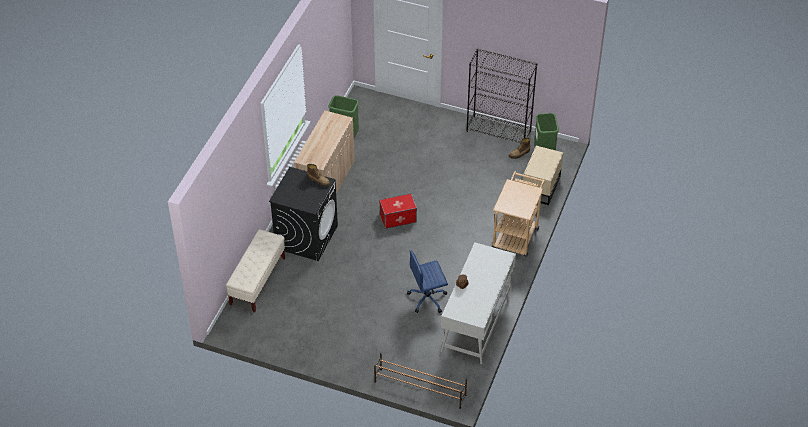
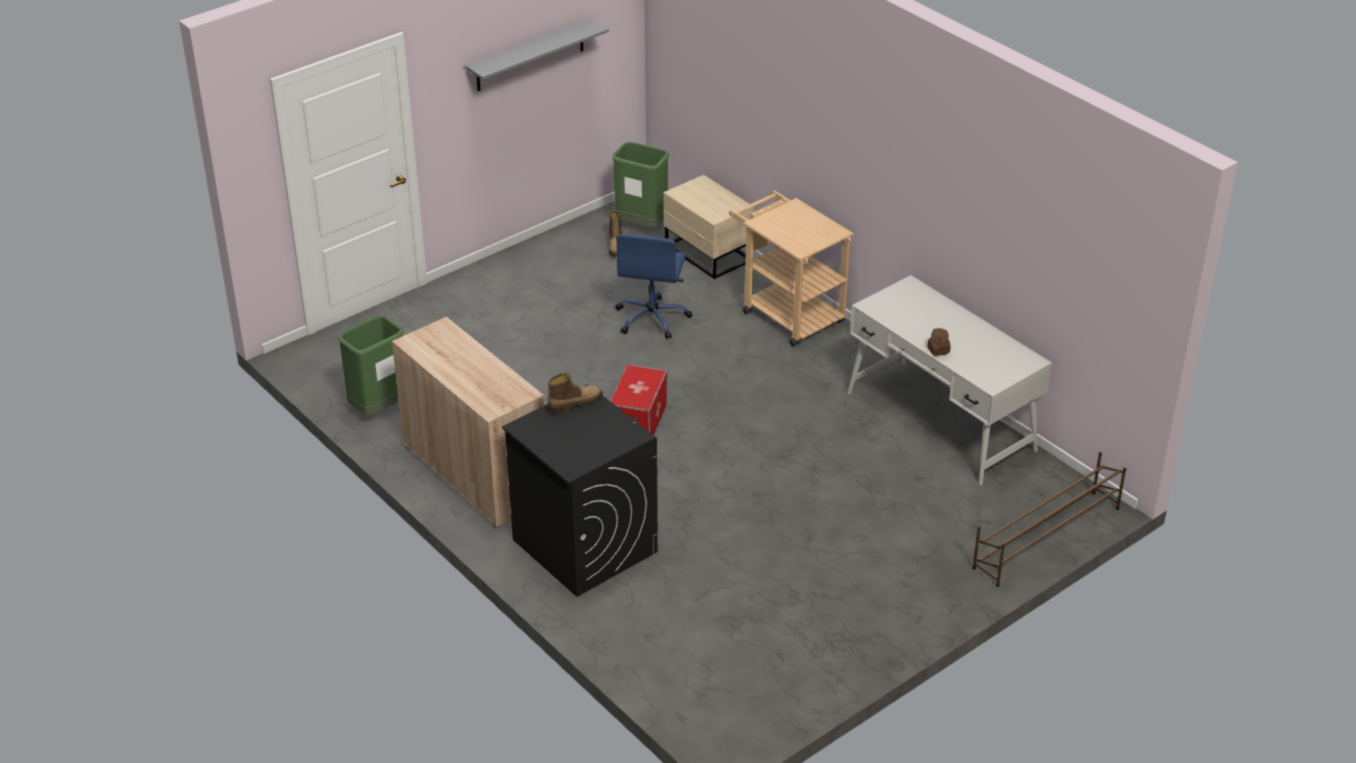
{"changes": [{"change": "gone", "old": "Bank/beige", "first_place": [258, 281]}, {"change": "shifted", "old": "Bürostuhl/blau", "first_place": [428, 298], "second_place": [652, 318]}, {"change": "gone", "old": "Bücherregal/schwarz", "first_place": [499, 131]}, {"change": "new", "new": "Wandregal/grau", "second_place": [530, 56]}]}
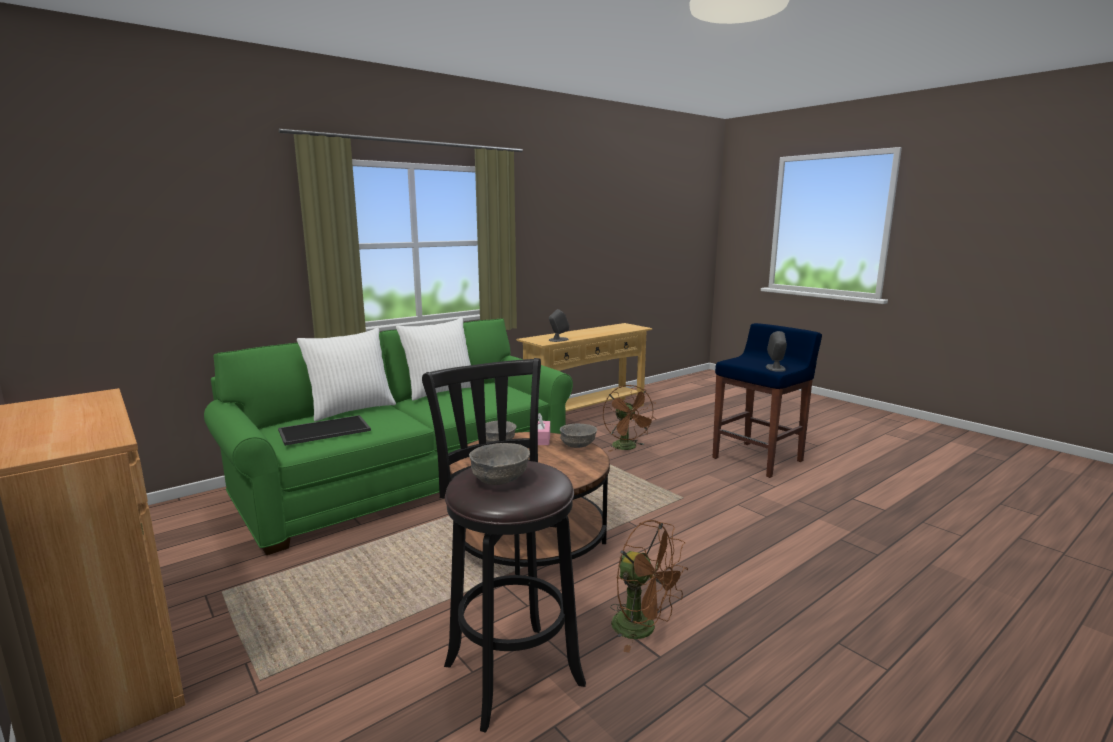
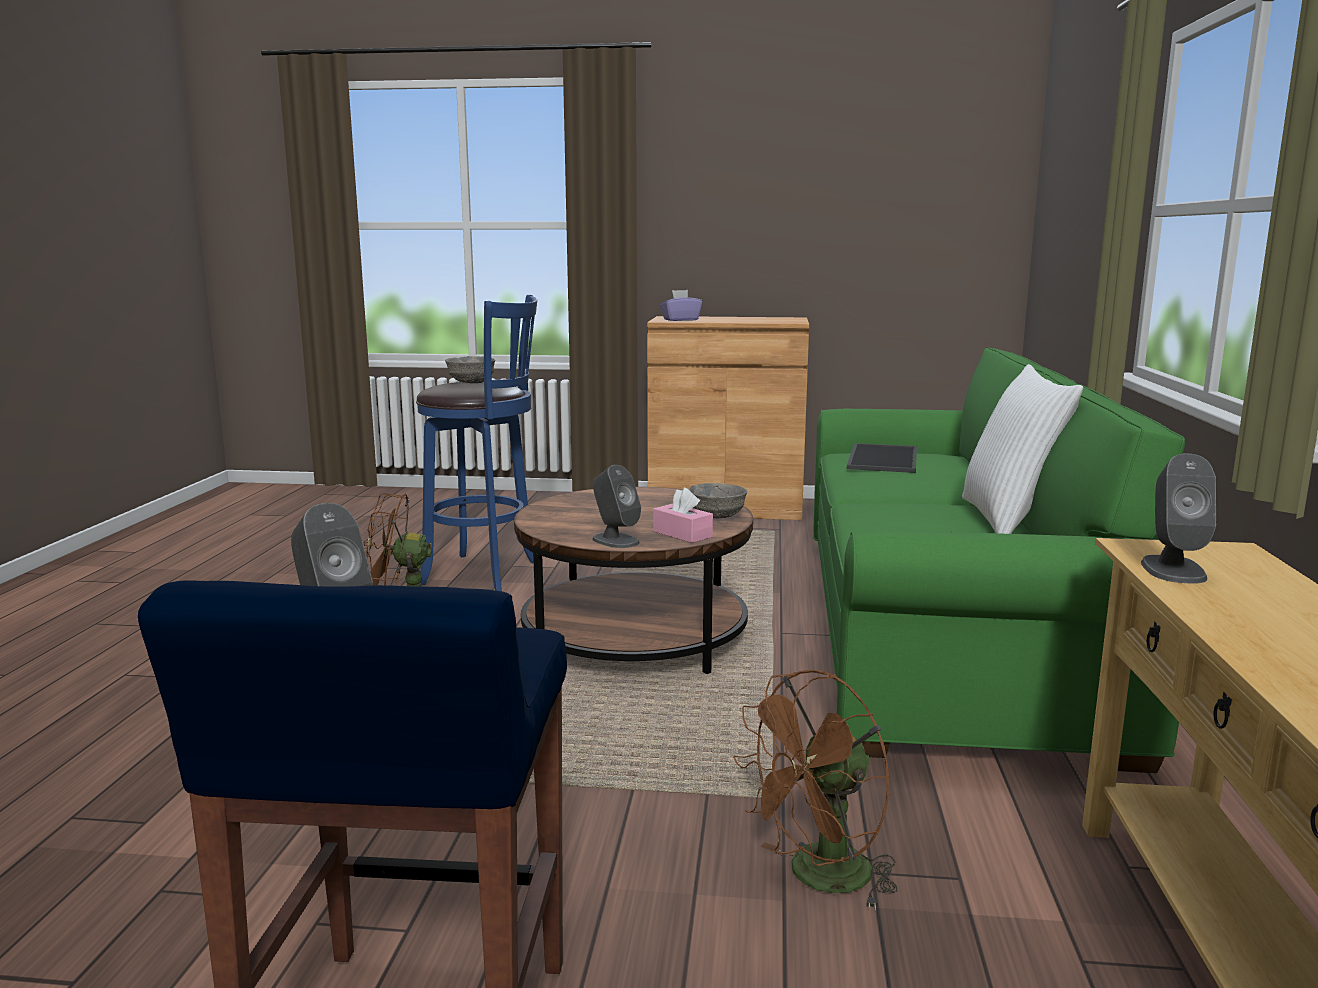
{"changes": [{"change": "gone", "old": "Kissen/weiß", "first_place": [351, 409]}, {"change": "repainted", "old": "Hocker/schwarz", "new": "Hocker/blau", "first_place": [510, 669], "second_place": [486, 573]}, {"change": "swapped", "old": "Schüssel/grau", "new": "Lautsprecher/grau", "first_place": [577, 446], "second_place": [615, 540]}, {"change": "rotated", "old": "Ventilator/braun", "first_place": [627, 448], "second_place": [818, 879], "degrees": -60}, {"change": "new", "new": "Taschentuchbox/lila", "second_place": [680, 320]}]}
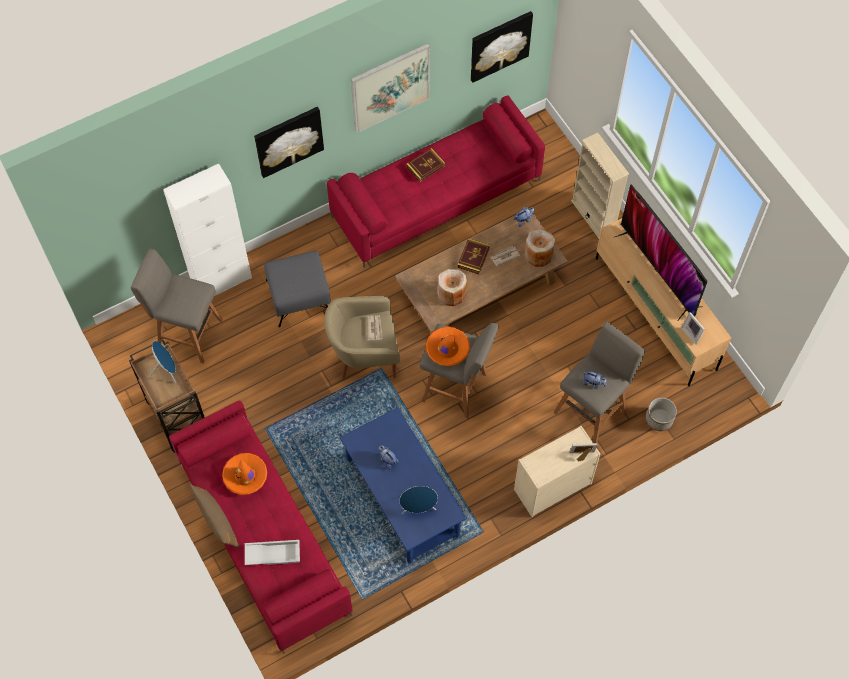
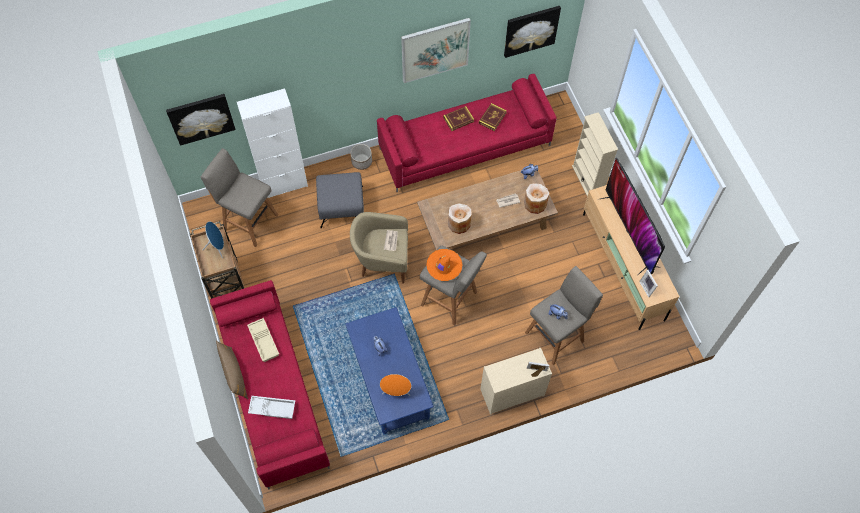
{"changes": [{"change": "swapped", "old": "Hut/orange", "new": "Tablett/beige", "first_place": [245, 476], "second_place": [264, 341]}, {"change": "shifted", "old": "Bild", "first_place": [288, 141], "second_place": [201, 118]}, {"change": "repainted", "old": "Lautsprecher/blau", "new": "Lautsprecher/orange", "first_place": [418, 508], "second_place": [396, 391]}, {"change": "shifted", "old": "Buch", "first_place": [473, 257], "second_place": [492, 118]}, {"change": "shifted", "old": "Pflanzkübel", "first_place": [659, 419], "second_place": [362, 161]}]}
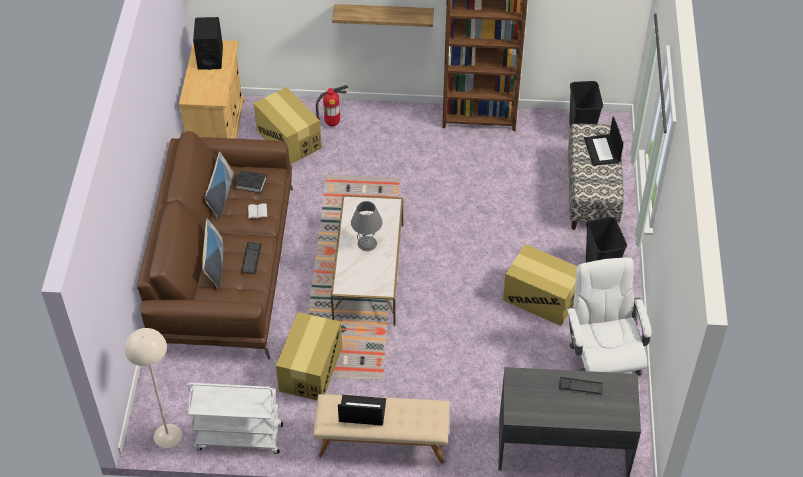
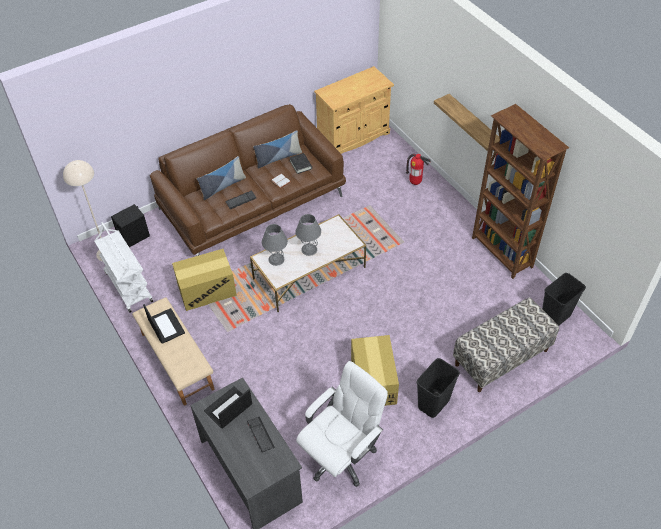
{"changes": [{"change": "shifted", "old": "Lautsprecher/schwarz", "first_place": [210, 58], "second_place": [134, 237]}, {"change": "gone", "old": "Karton", "first_place": [289, 139]}, {"change": "shifted", "old": "Laptop", "first_place": [602, 150], "second_place": [228, 408]}, {"change": "new", "new": "Tischlampe/grau", "second_place": [276, 259]}]}
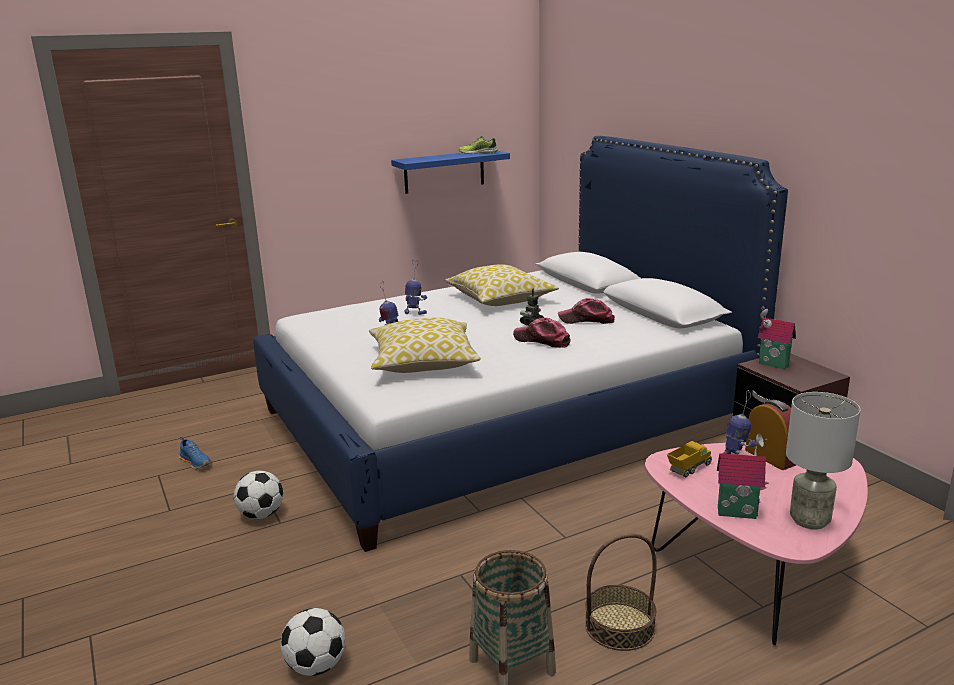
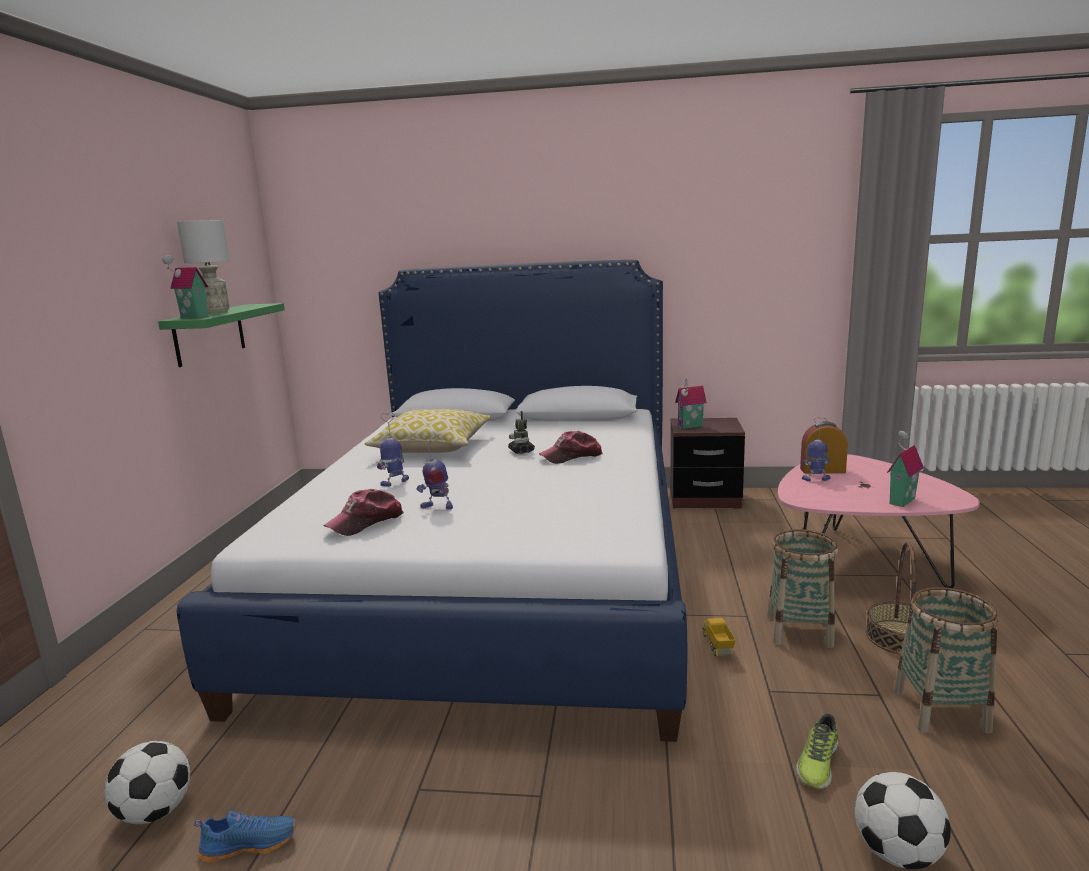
{"changes": [{"change": "shifted", "old": "Fußball", "first_place": [261, 515], "second_place": [155, 812]}, {"change": "gone", "old": "Kissen", "first_place": [422, 362]}, {"change": "repainted", "old": "Wandregal/blau", "new": "Wandregal/grün", "first_place": [444, 171], "second_place": [209, 334]}, {"change": "shifted", "old": "Schuh", "first_place": [478, 153], "second_place": [817, 762]}, {"change": "shifted", "old": "Kappe", "first_place": [586, 320], "second_place": [366, 522]}, {"change": "shifted", "old": "Spielzeuglaster", "first_place": [689, 469], "second_place": [717, 646]}, {"change": "shifted", "old": "Tischlampe/grau", "first_place": [808, 520], "second_place": [215, 312]}, {"change": "new", "new": "Spielzeughaus", "second_place": [192, 317]}, {"change": "new", "new": "Korb", "second_place": [799, 631]}]}
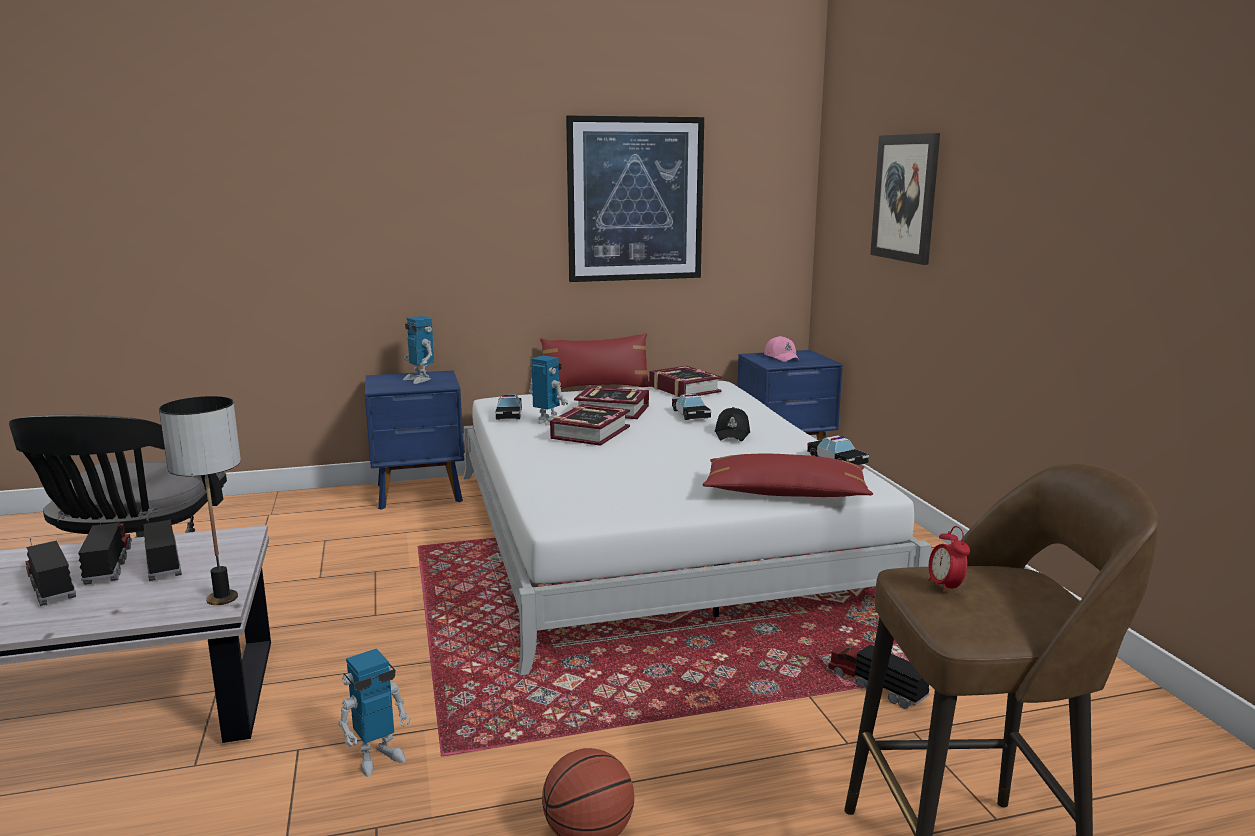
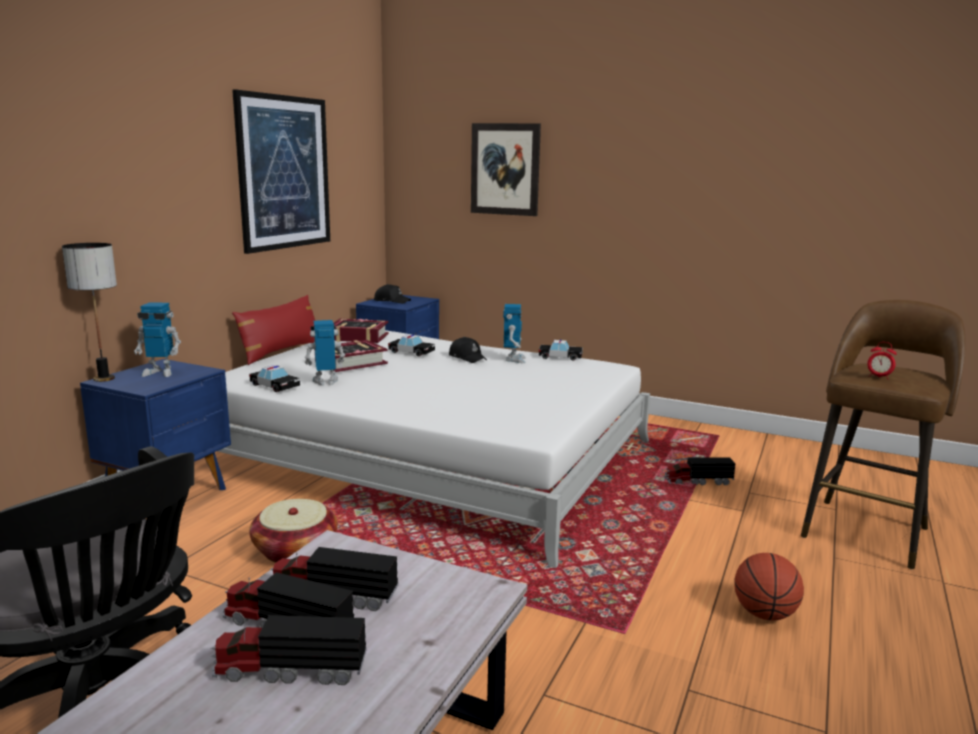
{"changes": [{"change": "shifted", "old": "Tischlampe", "first_place": [223, 598], "second_place": [104, 378]}, {"change": "shifted", "old": "Spielzeugroboter", "first_place": [378, 757], "second_place": [514, 360]}, {"change": "gone", "old": "Buch", "first_place": [590, 433]}, {"change": "gone", "old": "Kissen/rot", "first_place": [785, 493]}, {"change": "repainted", "old": "Kappe/rosa", "new": "Kappe/schwarz", "first_place": [782, 357], "second_place": [392, 301]}, {"change": "new", "new": "Korb", "second_place": [295, 550]}]}
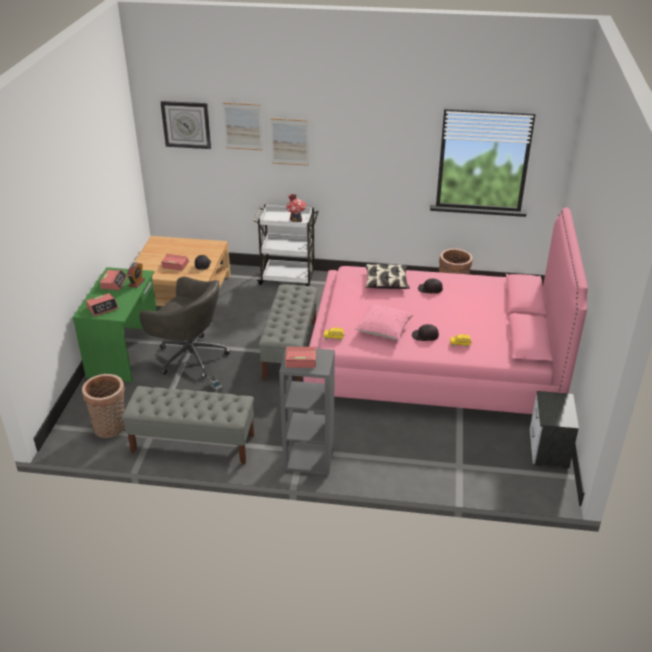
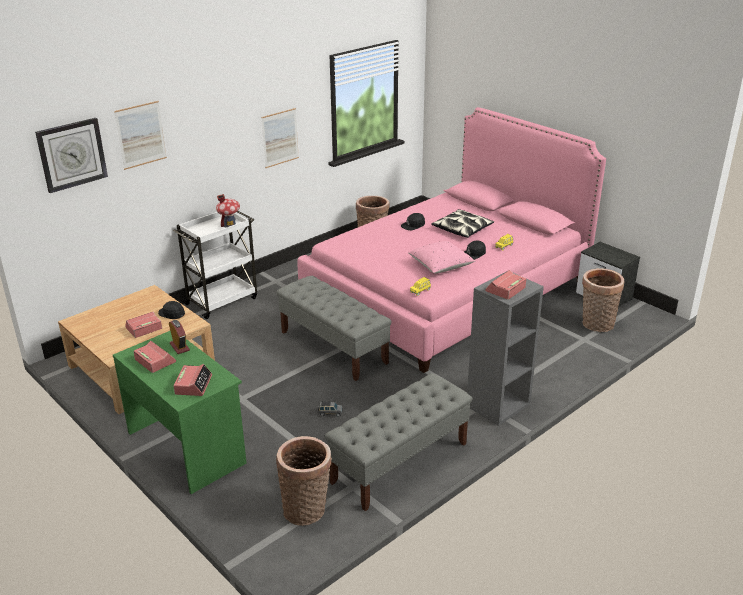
{"changes": [{"change": "gone", "old": "Bürostuhl/grau", "first_place": [189, 356]}, {"change": "shifted", "old": "Bild", "first_place": [289, 142], "second_place": [280, 138]}, {"change": "shifted", "old": "Kissen", "first_place": [386, 282], "second_place": [462, 229]}, {"change": "new", "new": "Korb", "second_place": [596, 325]}]}
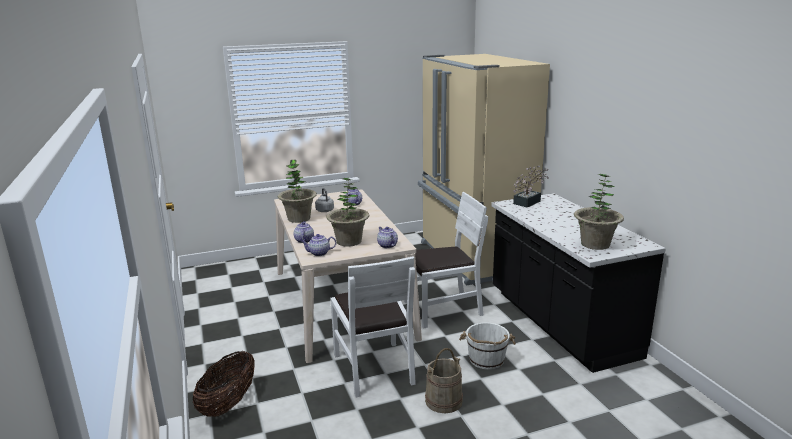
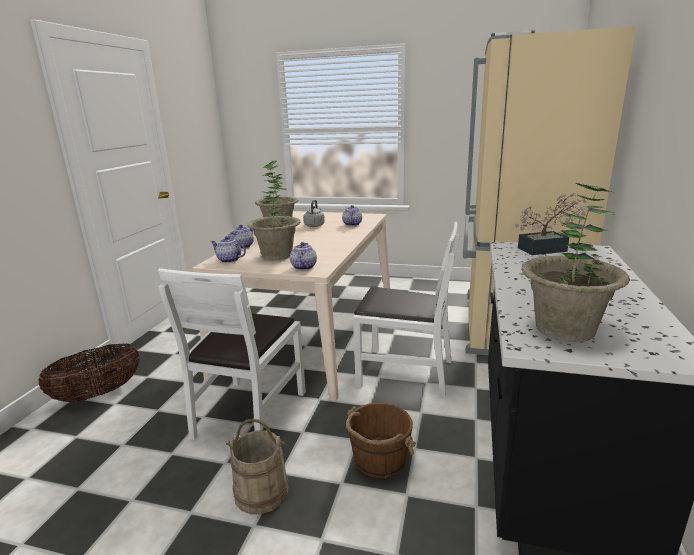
{"changes": [{"change": "repainted", "old": "Eimer/weiß", "new": "Eimer/braun", "first_place": [486, 360], "second_place": [379, 460]}]}
